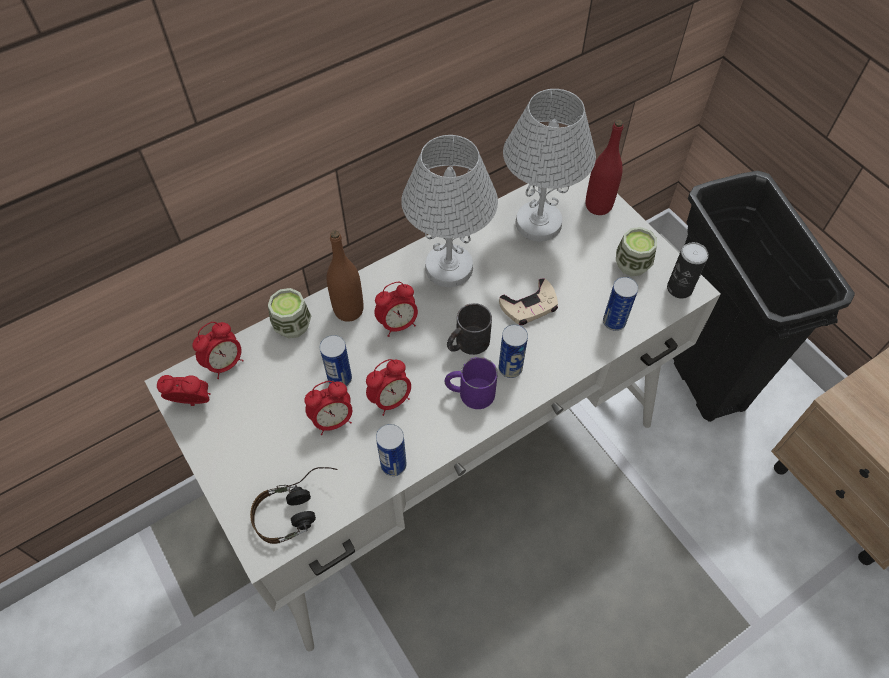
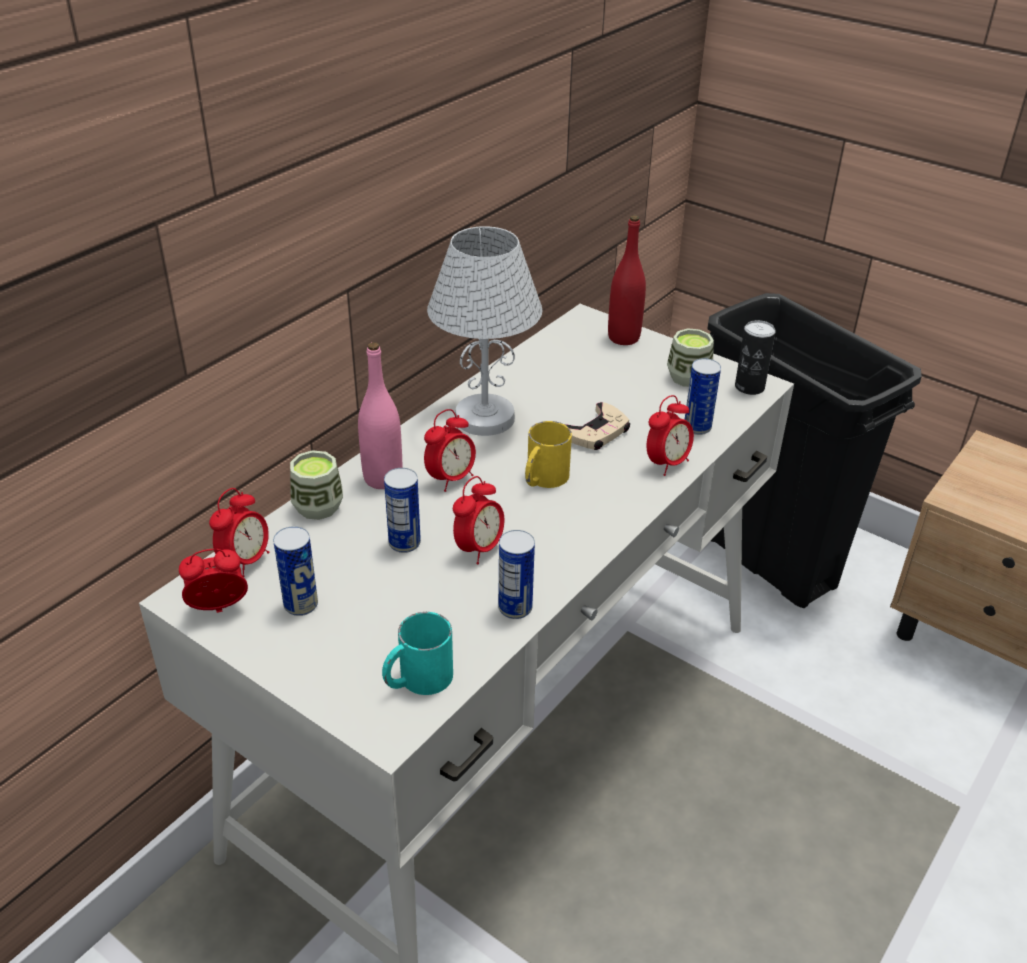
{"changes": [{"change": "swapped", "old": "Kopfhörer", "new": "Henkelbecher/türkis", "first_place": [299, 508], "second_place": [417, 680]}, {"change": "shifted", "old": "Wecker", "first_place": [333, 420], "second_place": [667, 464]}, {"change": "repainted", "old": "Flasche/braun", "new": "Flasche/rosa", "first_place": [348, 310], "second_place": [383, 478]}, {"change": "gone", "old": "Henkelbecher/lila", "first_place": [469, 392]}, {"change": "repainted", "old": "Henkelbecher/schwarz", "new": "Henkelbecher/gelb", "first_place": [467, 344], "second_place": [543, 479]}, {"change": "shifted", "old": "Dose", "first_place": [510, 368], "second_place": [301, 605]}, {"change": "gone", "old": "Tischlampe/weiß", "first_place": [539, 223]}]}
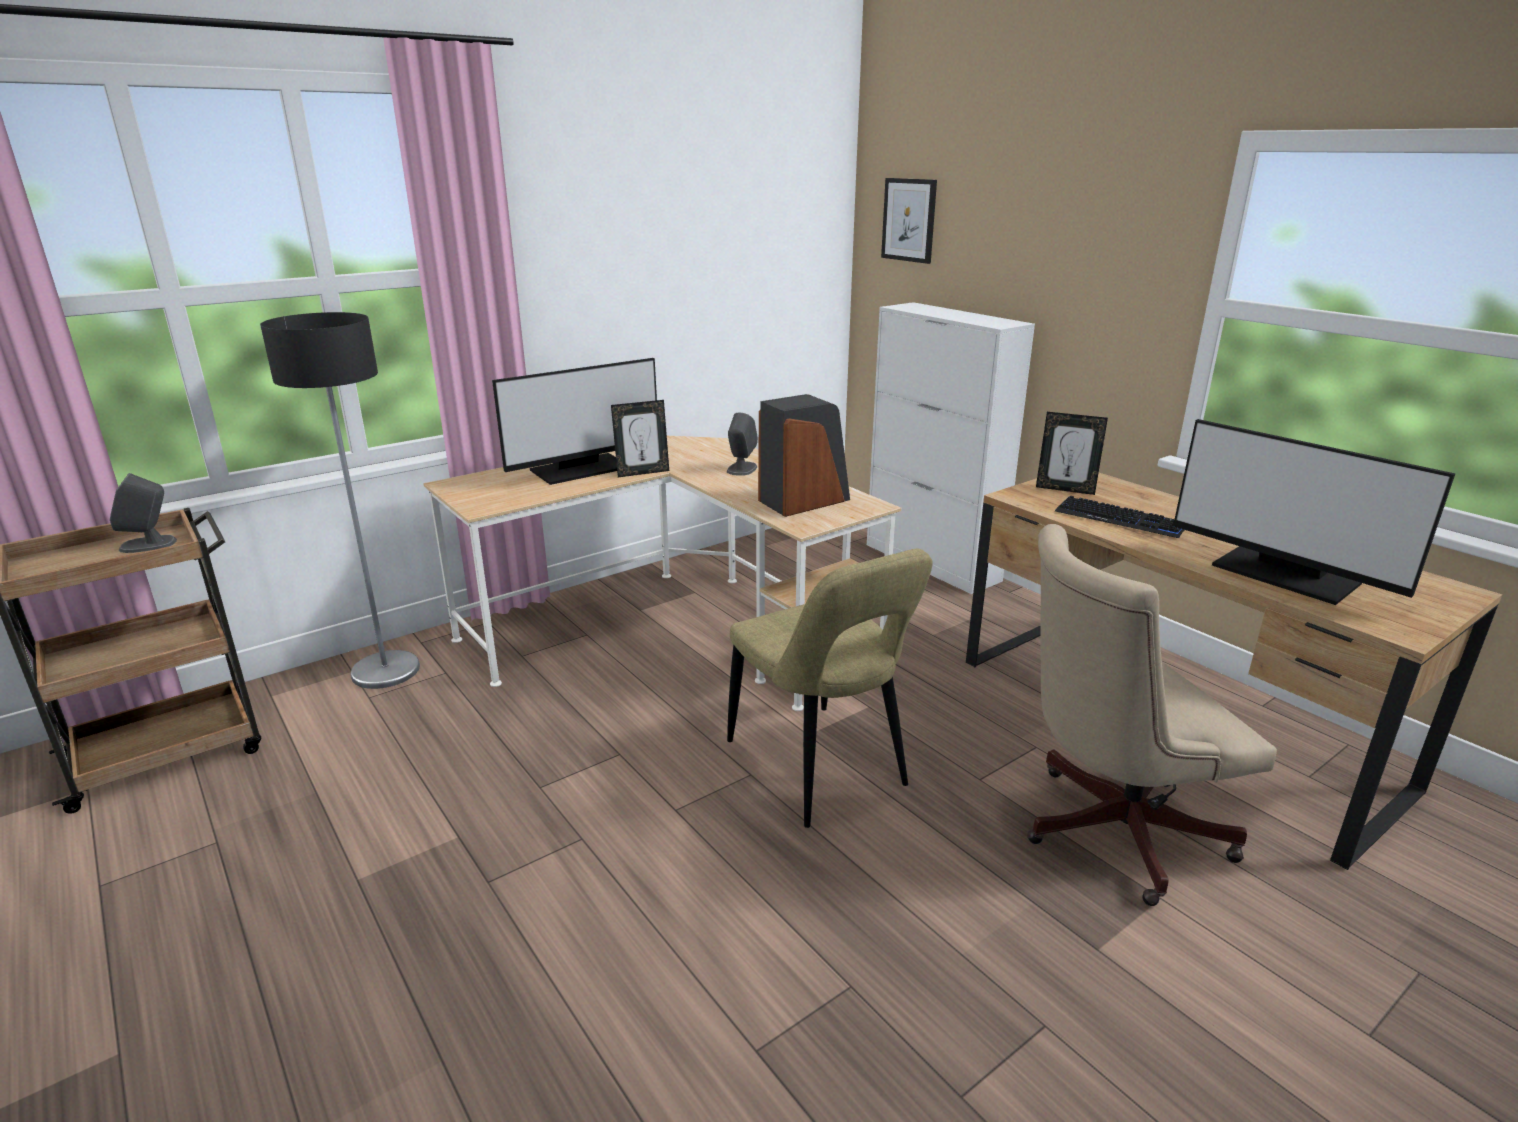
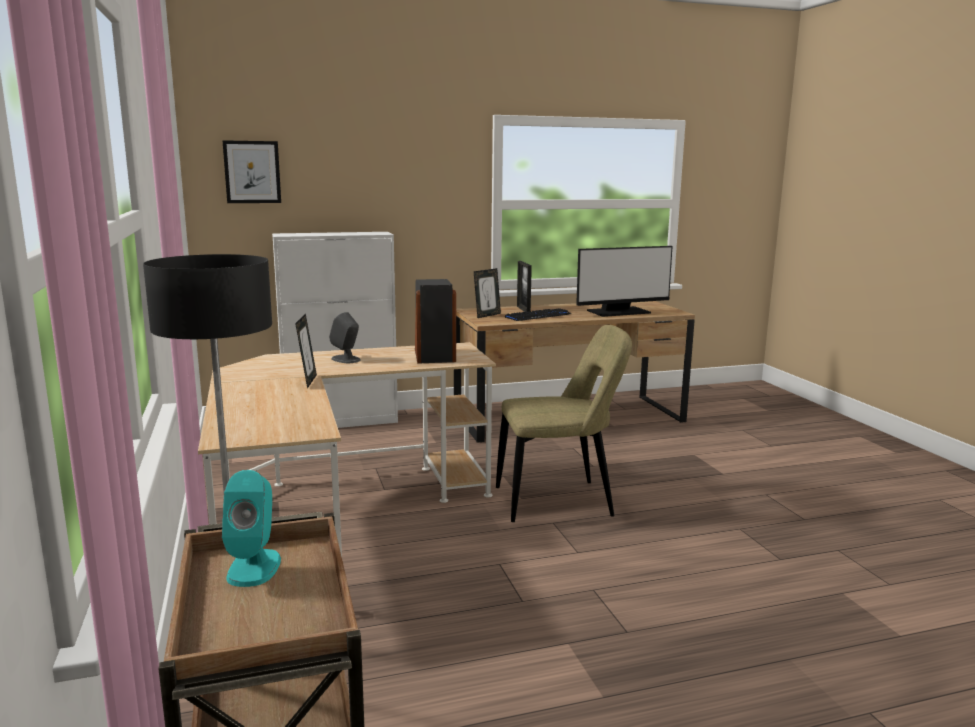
{"changes": [{"change": "repainted", "old": "Lautsprecher/grau", "new": "Lautsprecher/türkis", "first_place": [149, 544], "second_place": [254, 567]}, {"change": "gone", "old": "Monitor", "first_place": [581, 469]}, {"change": "gone", "old": "Bürostuhl/beige", "first_place": [1109, 830]}, {"change": "new", "new": "Bilderrahmen", "second_place": [523, 309]}]}
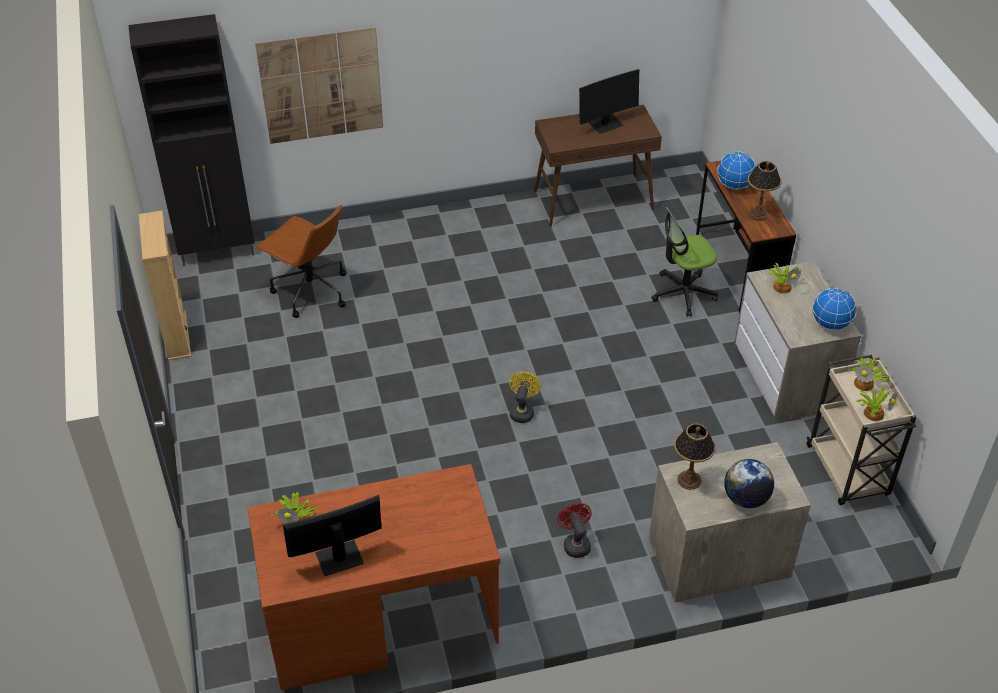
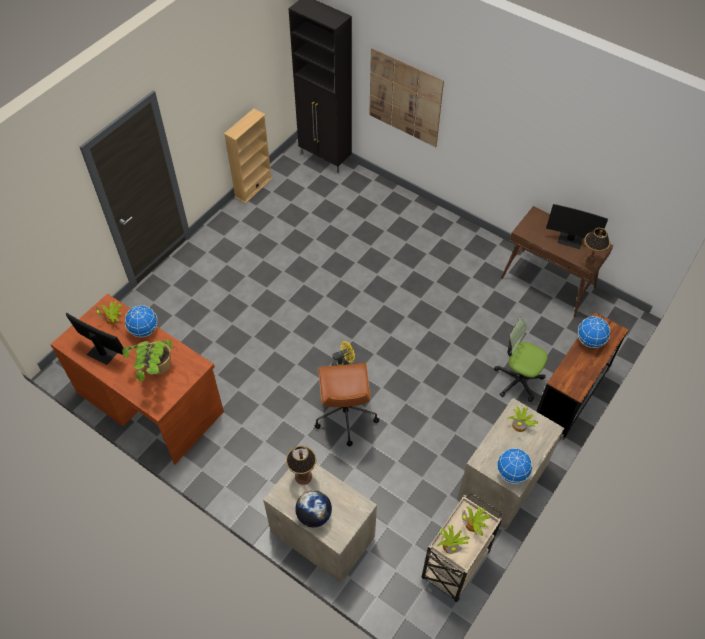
{"changes": [{"change": "shifted", "old": "Bürostuhl/braun", "first_place": [310, 291], "second_place": [345, 415]}, {"change": "gone", "old": "Ventilator/rot", "first_place": [575, 543]}, {"change": "shifted", "old": "Tischlampe", "first_place": [758, 214], "second_place": [589, 262]}, {"change": "new", "new": "Topfpflanze", "second_place": [156, 375]}, {"change": "new", "new": "Globus", "second_place": [144, 330]}]}
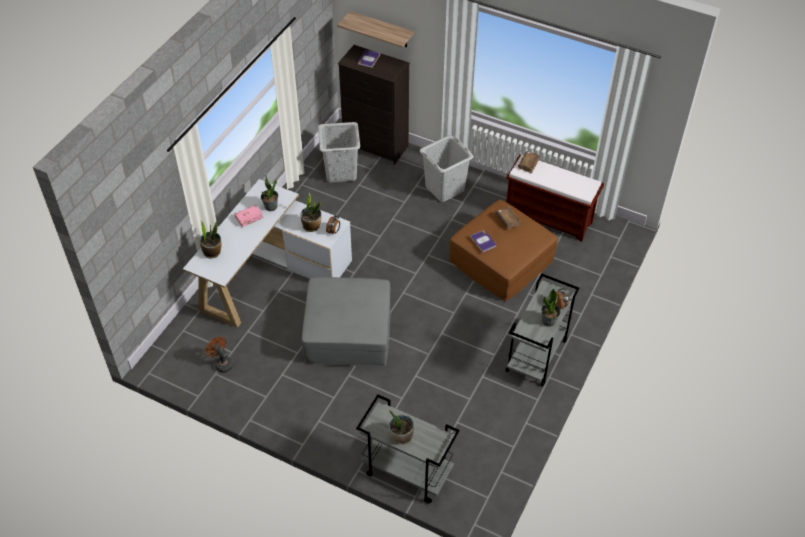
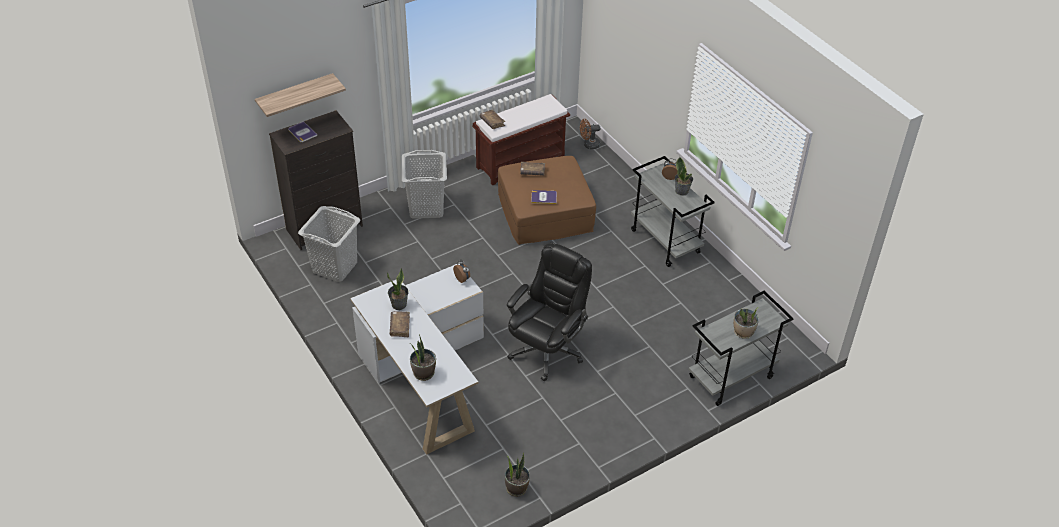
{"changes": [{"change": "shifted", "old": "Ventilator/braun", "first_place": [222, 363], "second_place": [589, 145]}, {"change": "repainted", "old": "Buch/rosa", "new": "Buch/braun", "first_place": [249, 218], "second_place": [400, 327]}, {"change": "shifted", "old": "Topfpflanze", "first_place": [311, 226], "second_place": [516, 488]}, {"change": "swapped", "old": "Polsterhocker/grau", "new": "Bürostuhl/schwarz", "first_place": [348, 333], "second_place": [547, 350]}]}
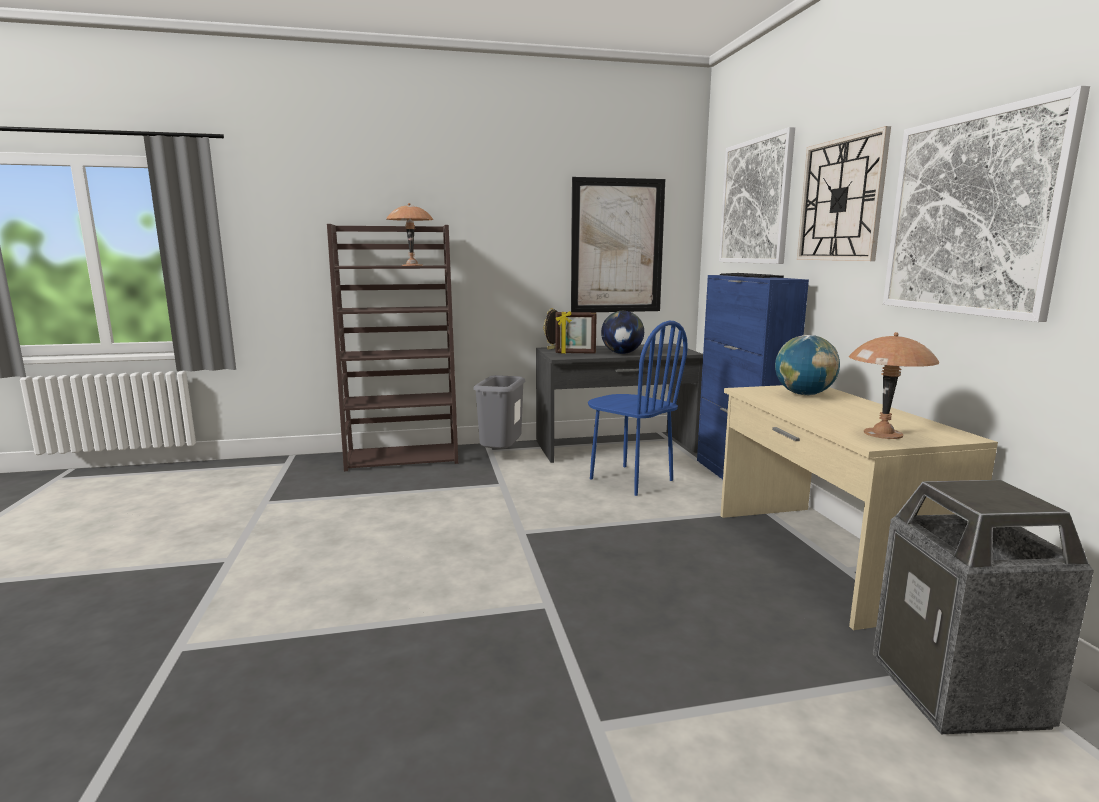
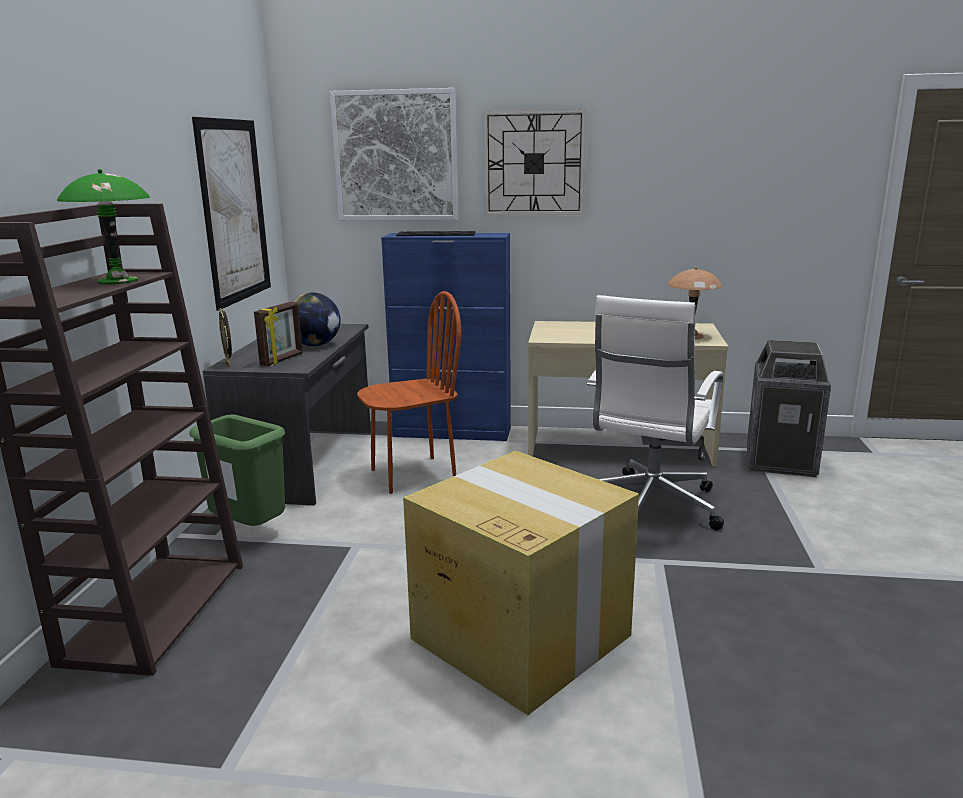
{"changes": [{"change": "repainted", "old": "Tischlampe/braun", "new": "Tischlampe/grün", "first_place": [412, 265], "second_place": [119, 281]}, {"change": "repainted", "old": "Mülleimer/grau", "new": "Mülleimer/grün", "first_place": [500, 455], "second_place": [248, 532]}, {"change": "repainted", "old": "Stuhl/blau", "new": "Stuhl/braun", "first_place": [630, 480], "second_place": [413, 475]}, {"change": "gone", "old": "Globus", "first_place": [804, 394]}, {"change": "gone", "old": "Bild", "first_place": [971, 215]}, {"change": "new", "new": "Karton", "second_place": [519, 636]}, {"change": "new", "new": "Bürostuhl/weiß", "second_place": [649, 508]}]}
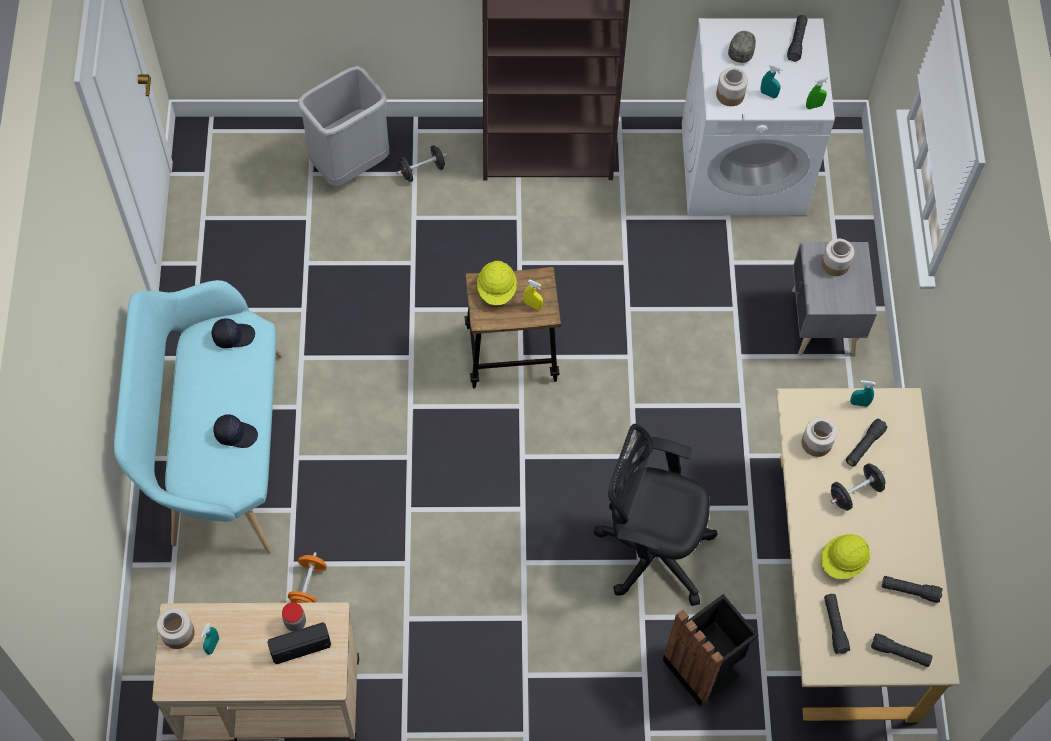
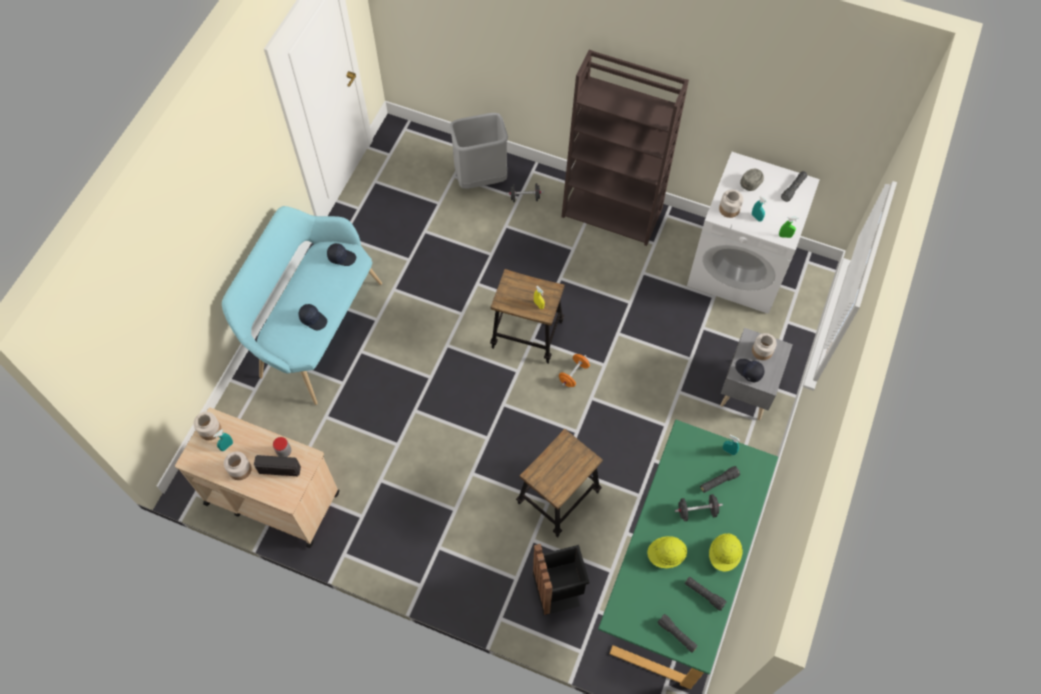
{"changes": [{"change": "shifted", "old": "Hantel/orange", "first_place": [308, 586], "second_place": [573, 374]}, {"change": "shifted", "old": "Schutzhelm/gelb", "first_place": [497, 290], "second_place": [724, 555]}, {"change": "swapped", "old": "Bürostuhl/schwarz", "new": "Hocker", "first_place": [650, 550], "second_place": [558, 497]}, {"change": "repainted", "old": "Schreibtisch/beige", "new": "Schreibtisch/grün", "first_place": [839, 581], "second_place": [677, 569]}, {"change": "shifted", "old": "Vorratsglas", "first_place": [817, 443], "second_place": [240, 469]}, {"change": "gone", "old": "Taschenlampe/schwarz", "first_place": [834, 626]}, {"change": "new", "new": "Kappe/schwarz", "second_place": [748, 371]}]}
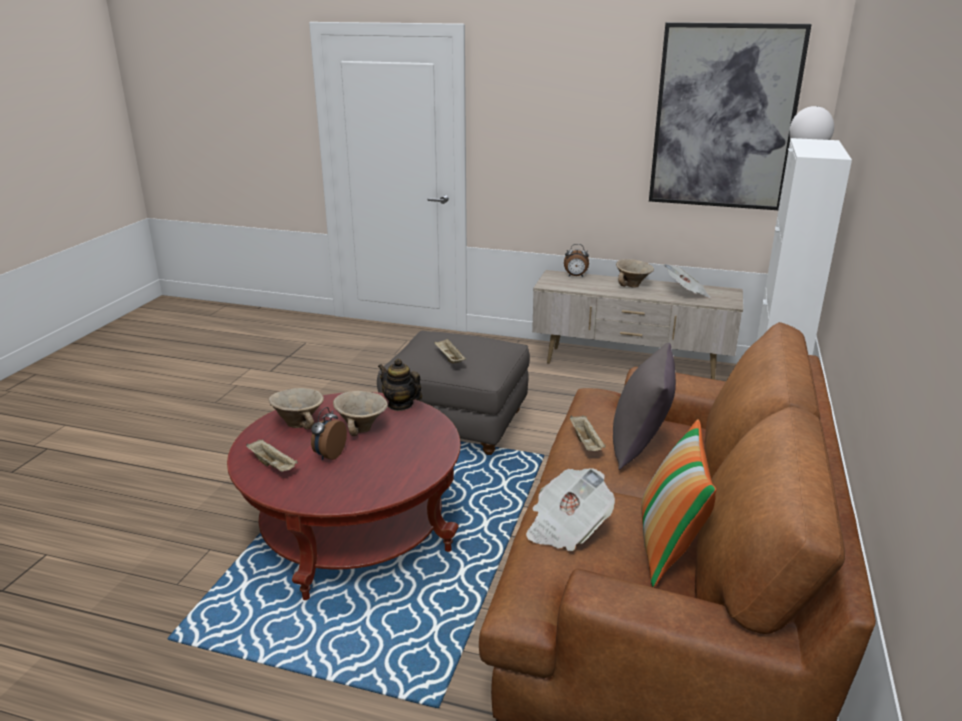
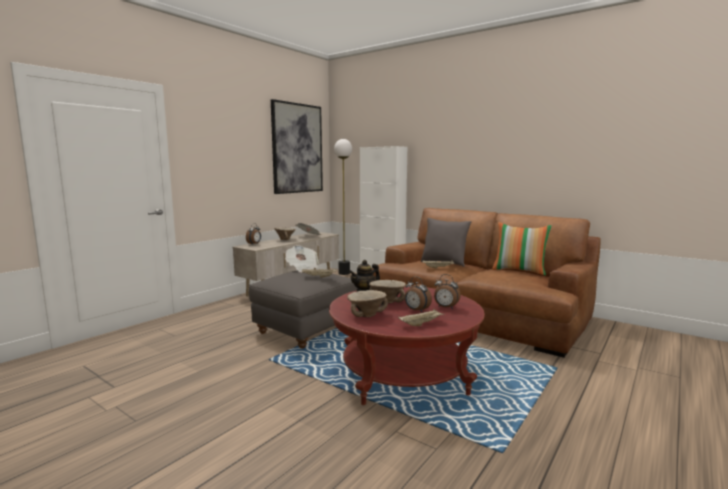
{"changes": [{"change": "shifted", "old": "Zeitung", "first_place": [566, 528], "second_place": [302, 268]}, {"change": "new", "new": "Wecker", "second_place": [445, 307]}]}
